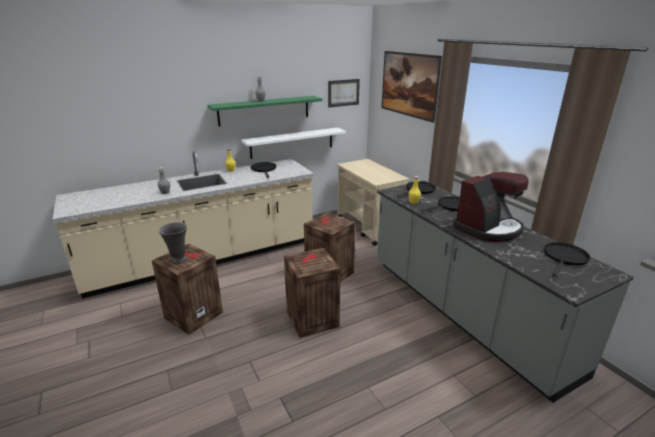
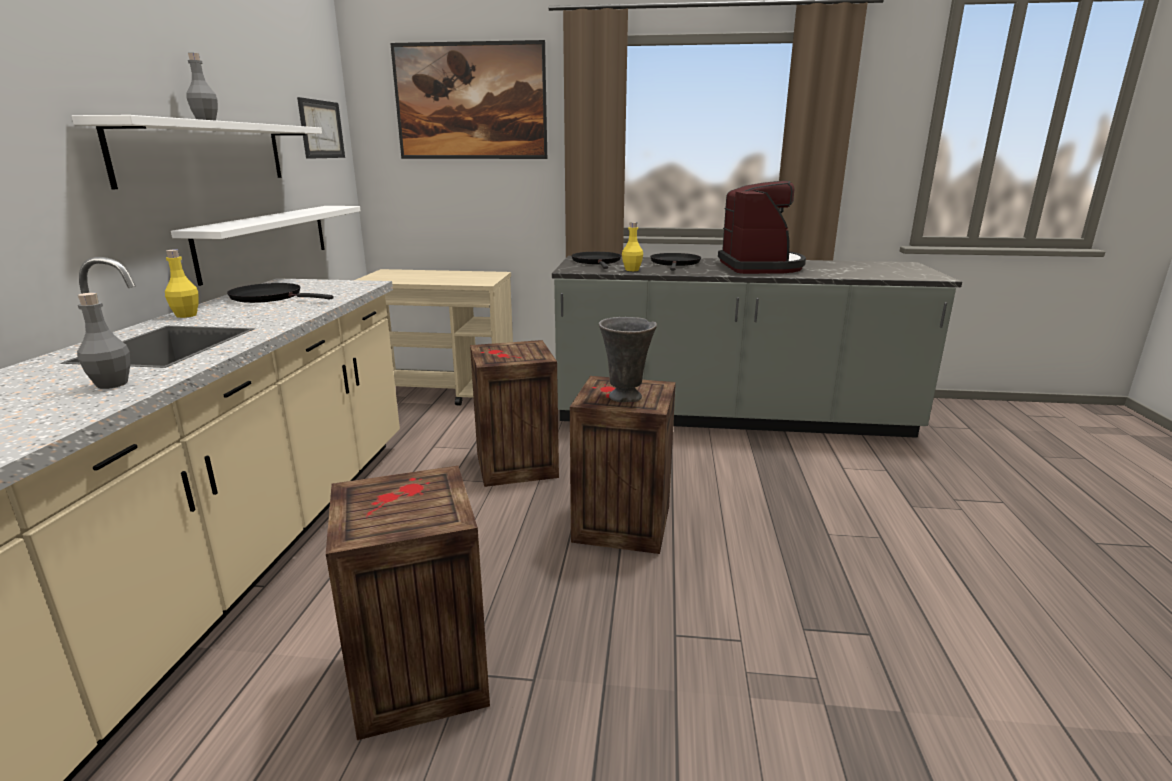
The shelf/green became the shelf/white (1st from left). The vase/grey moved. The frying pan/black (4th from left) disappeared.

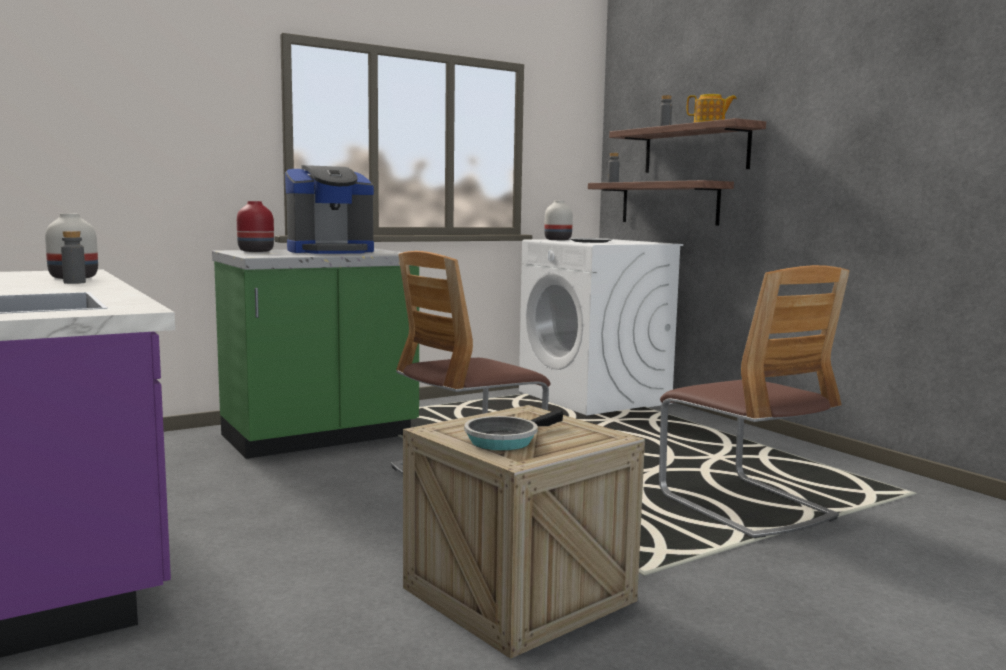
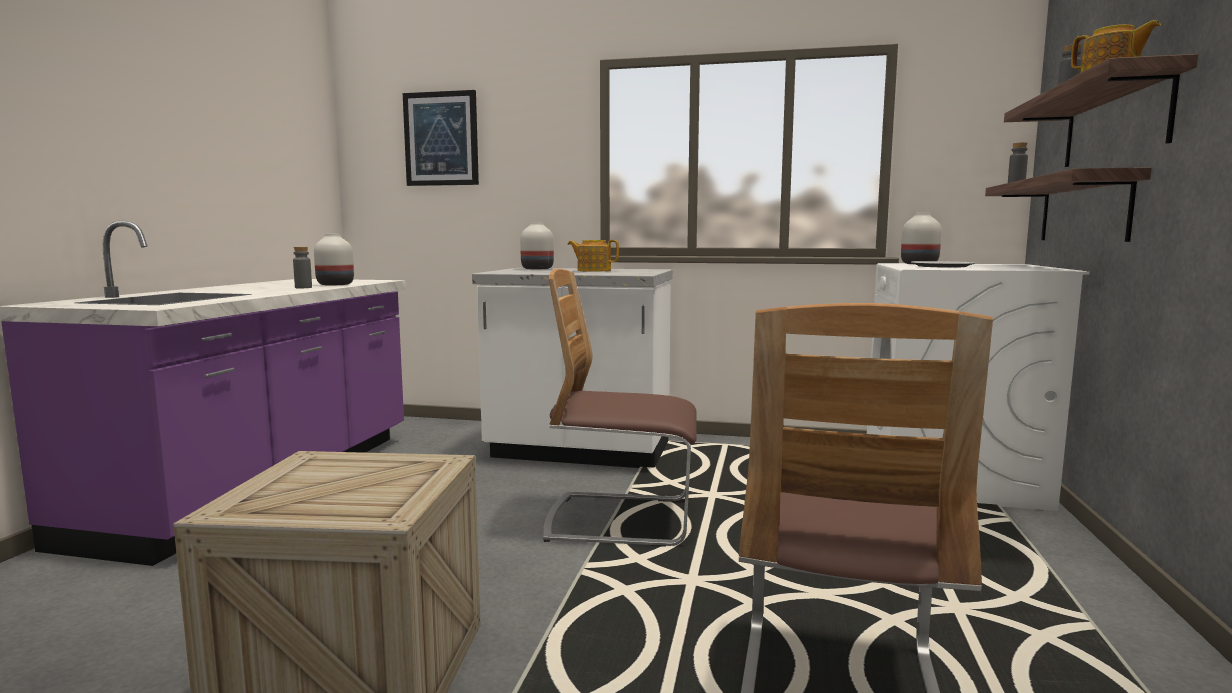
The picture appeared. The counter/green became the counter/white. The vase/red became the vase/white (2nd from left). The coffee machine was replaced by the teapot (1st from left). The frying pan disappeared.

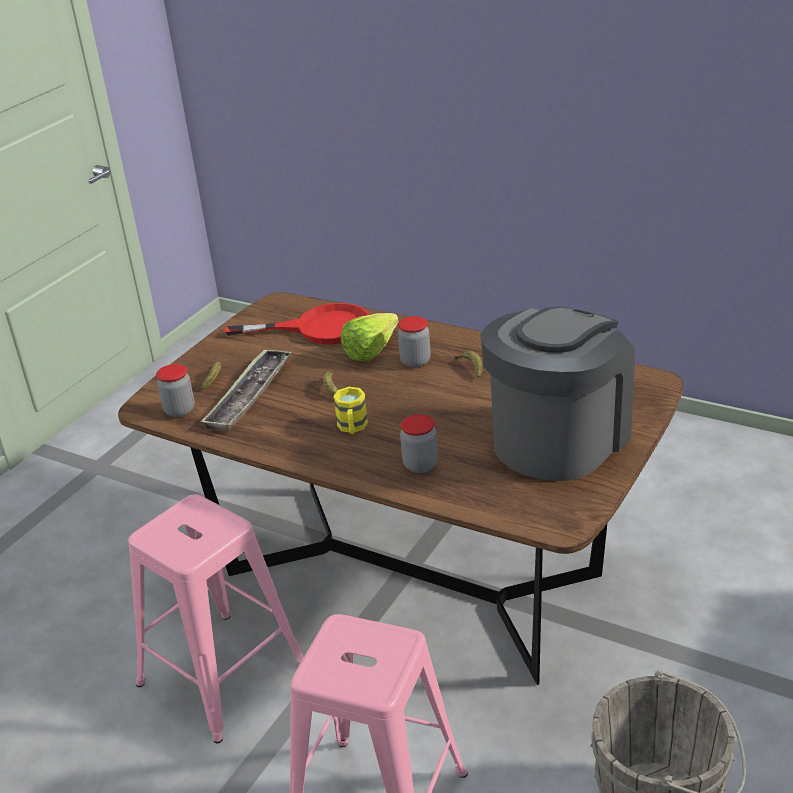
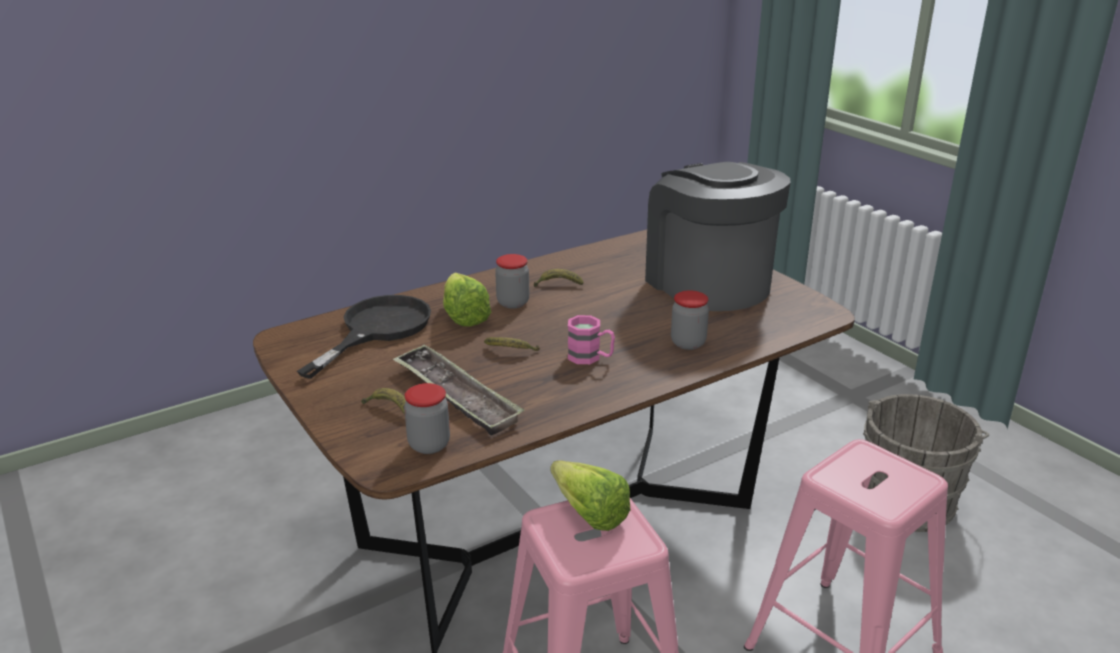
The frying pan/red became the frying pan/black. The lettuce (2nd from left) appeared. The mug/yellow became the mug/pink.

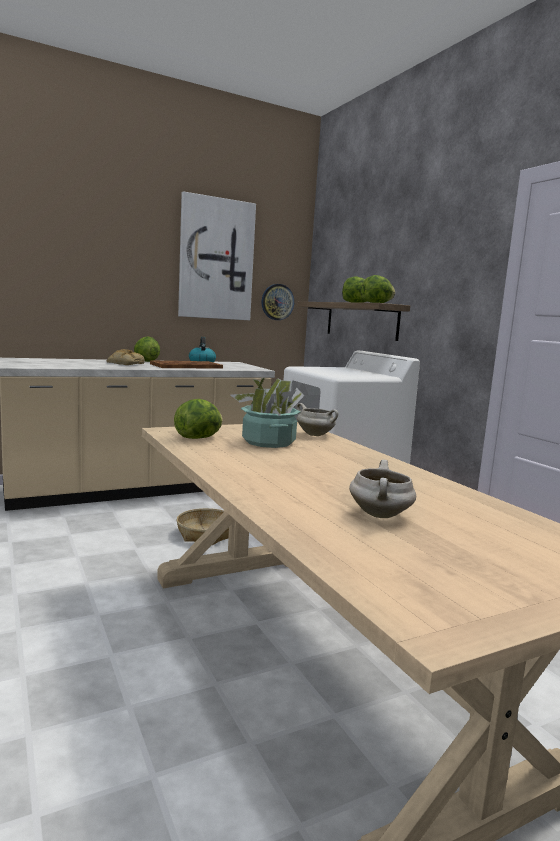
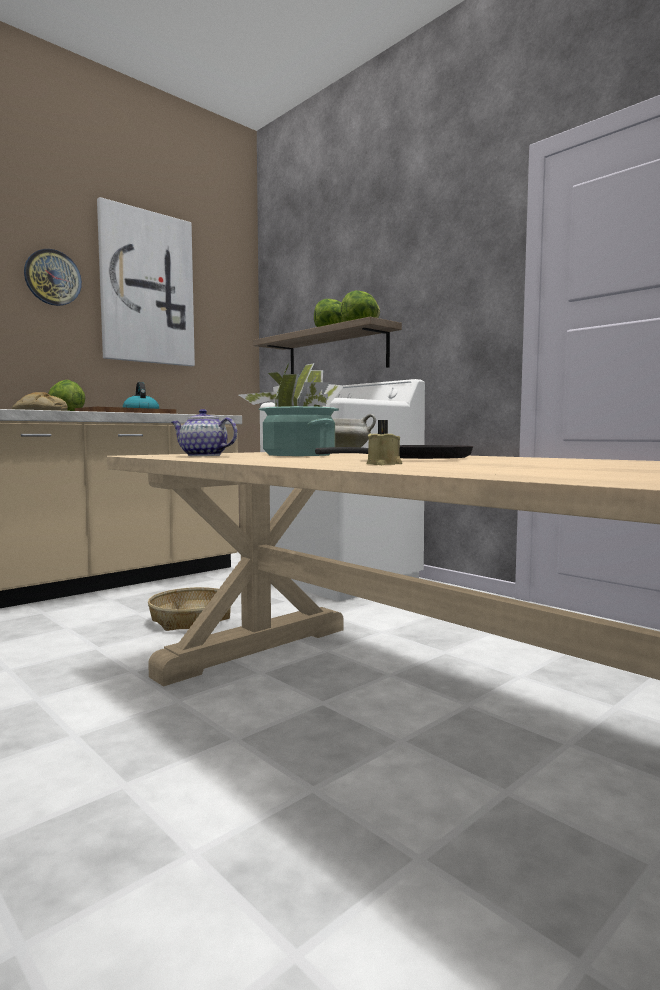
The wall clock moved. The lettuce (2nd from left) was replaced by the teapot. The frying pan/black appeared. The candle/beige appeared. The cooking pot/white (2nd from left) disappeared.

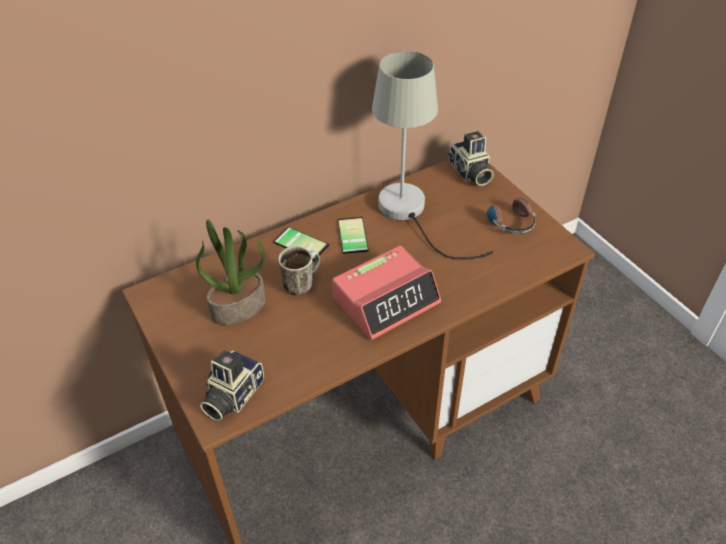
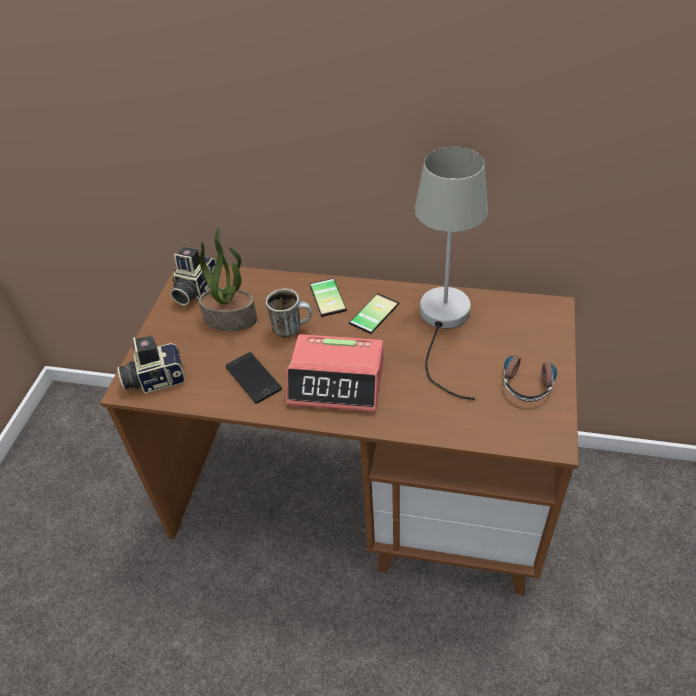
The photo camera (2nd from left) moved. The phone (1st from left) appeared.

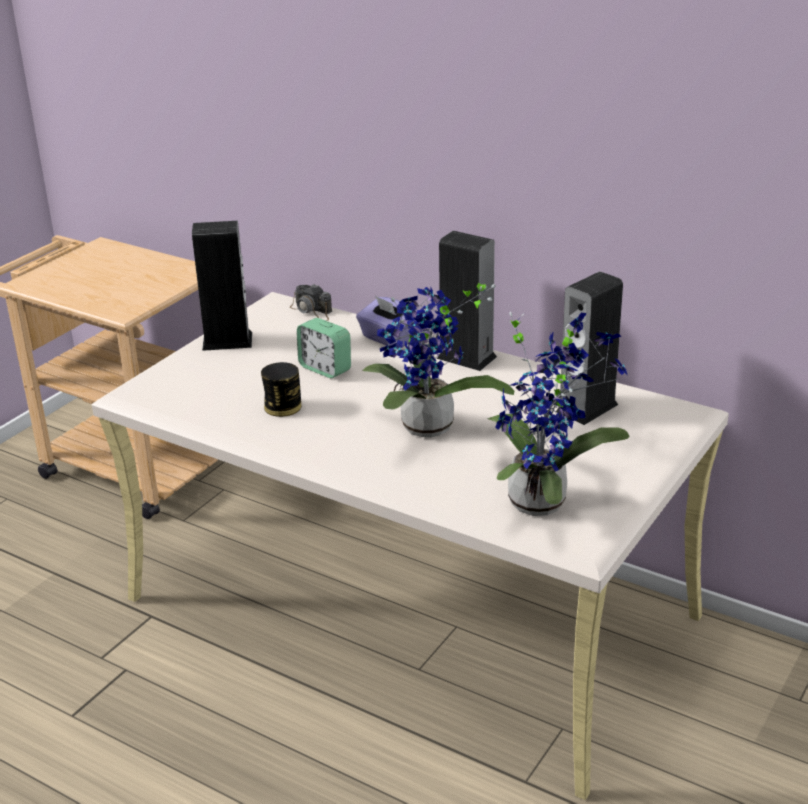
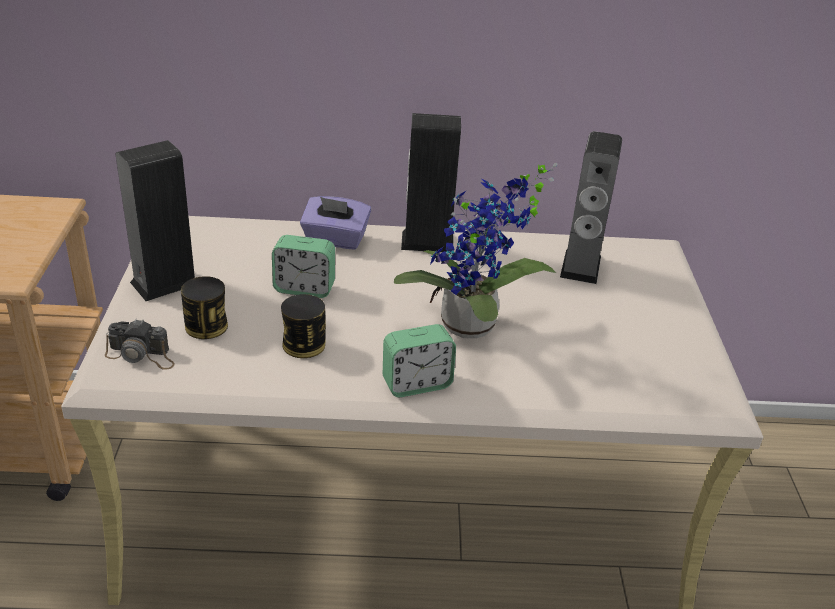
The photo camera moved. The can (1st from left) appeared. The alarm clock (2nd from left) appeared. The potted plant (2nd from left) disappeared.

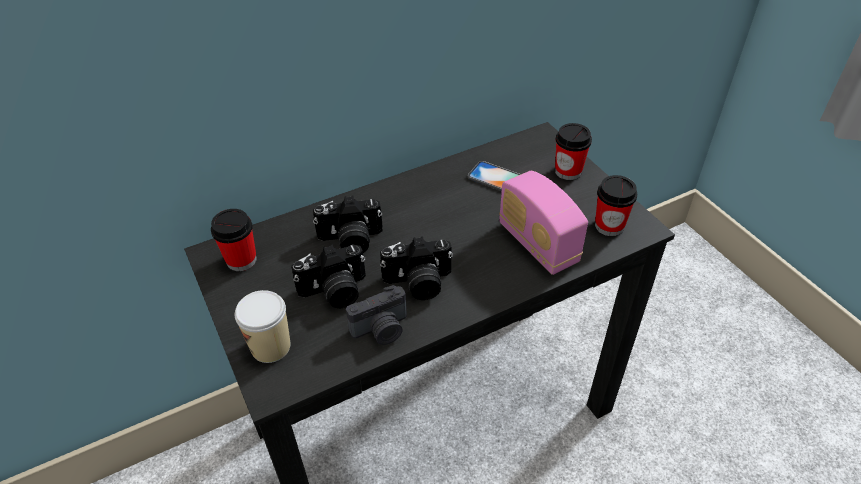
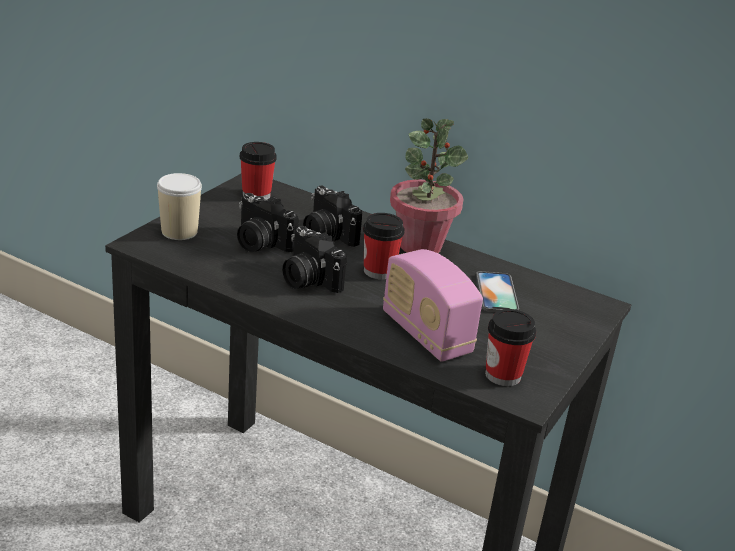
The cup (3rd from left) moved. The radio turned 60 degrees counterclockwise. The potted plant appeared. The photo camera (3rd from left) disappeared.

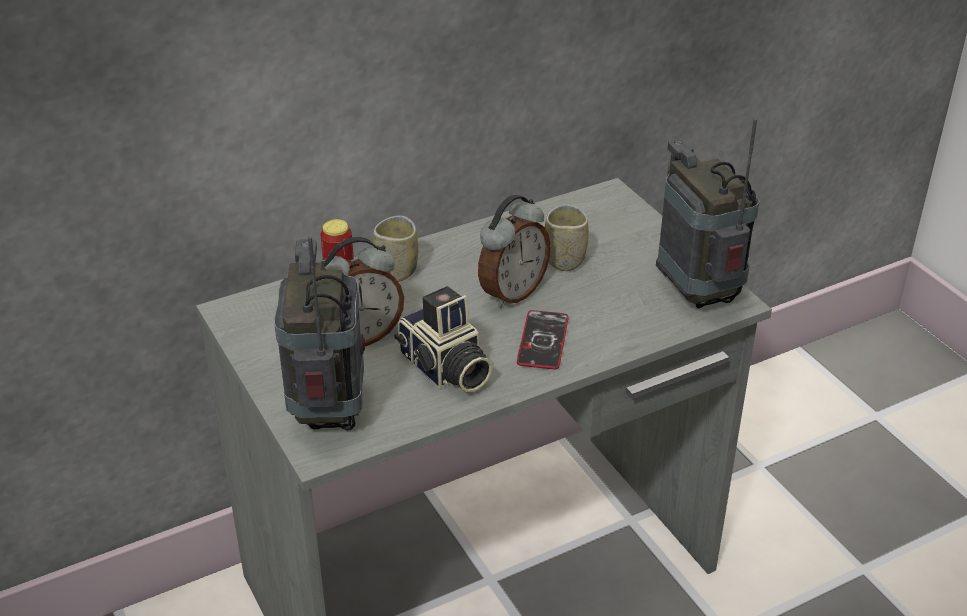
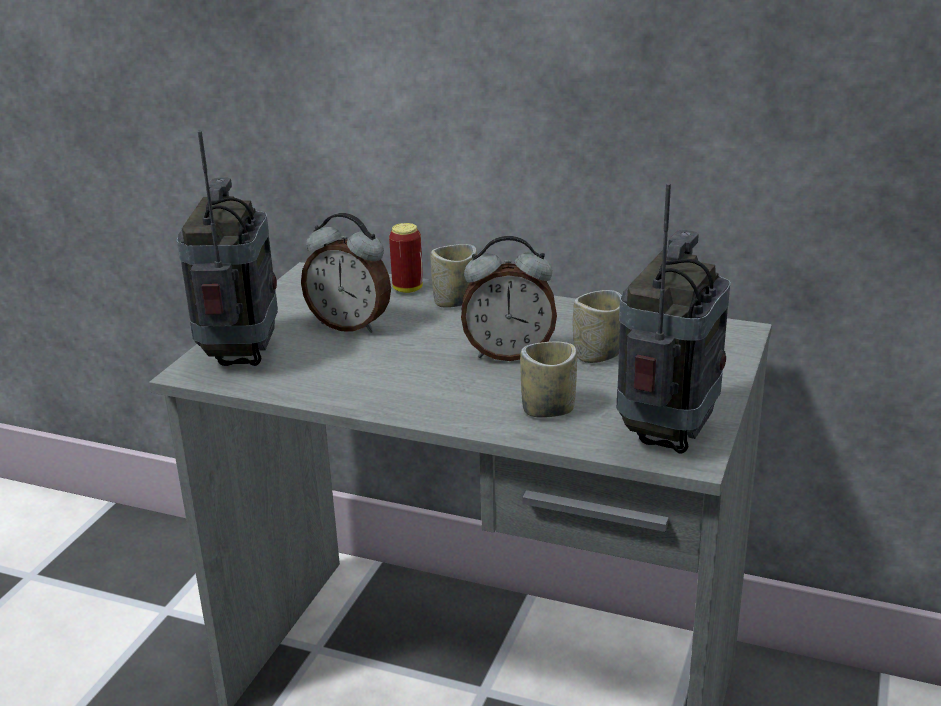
The radio (1st from left) turned 45 degrees counterclockwise. The cup (2nd from left) appeared. The photo camera disappeared. The phone disappeared.

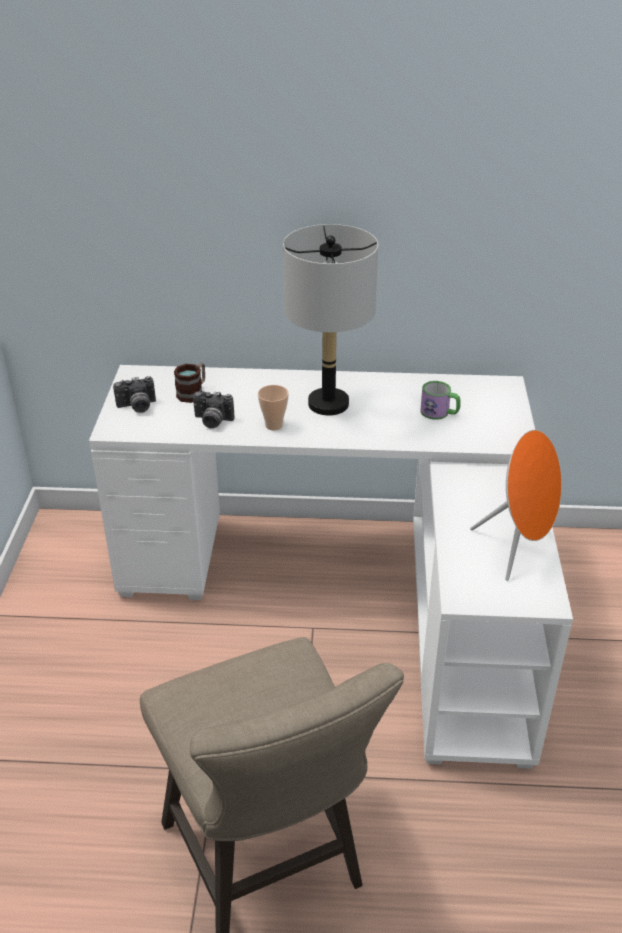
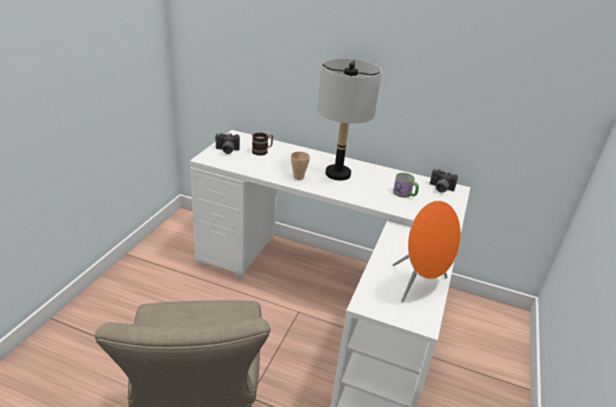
The photo camera (2nd from left) moved.

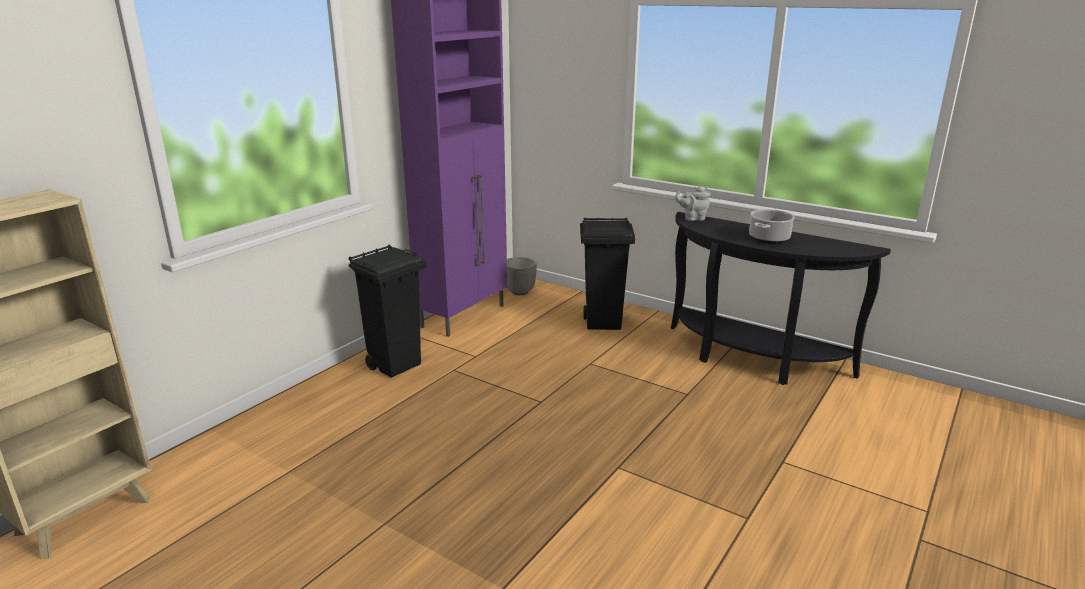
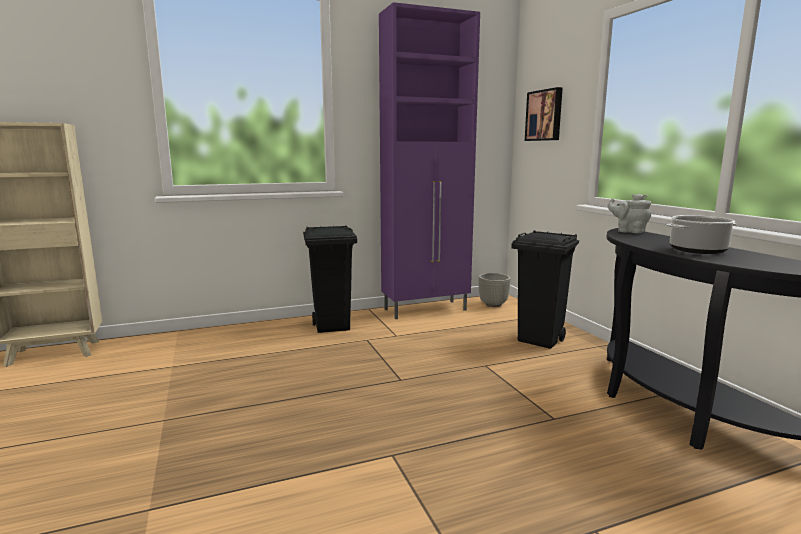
The picture appeared.

